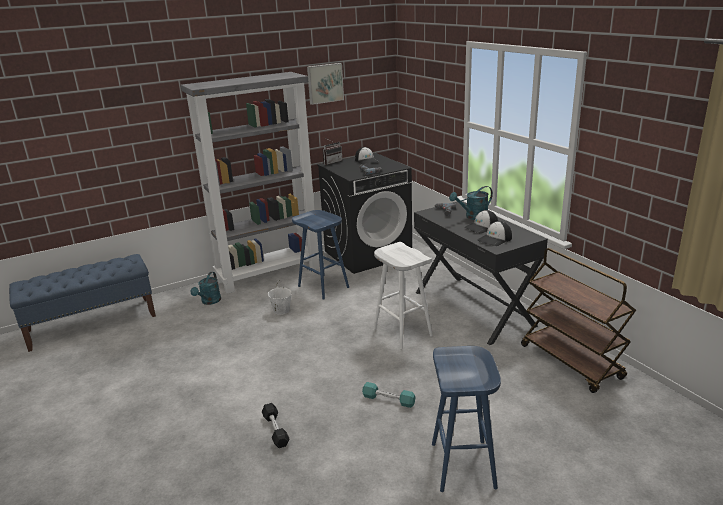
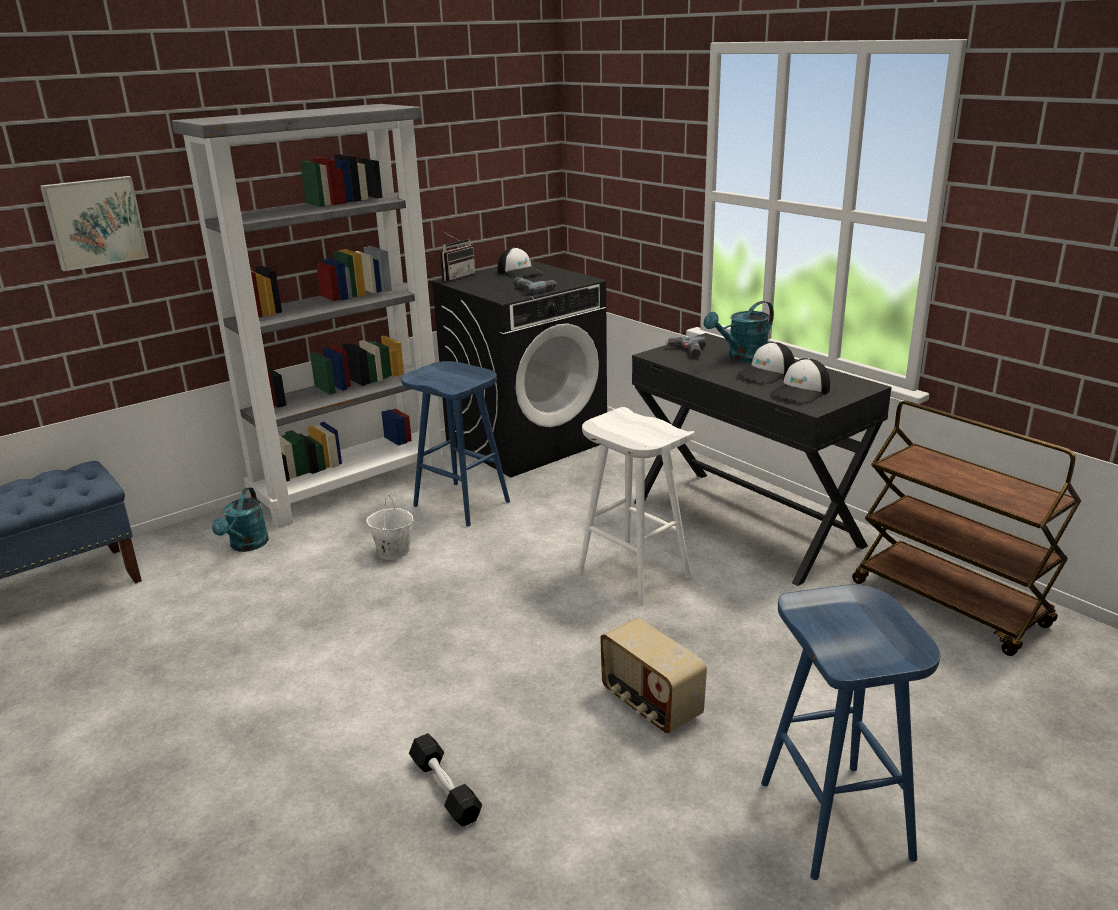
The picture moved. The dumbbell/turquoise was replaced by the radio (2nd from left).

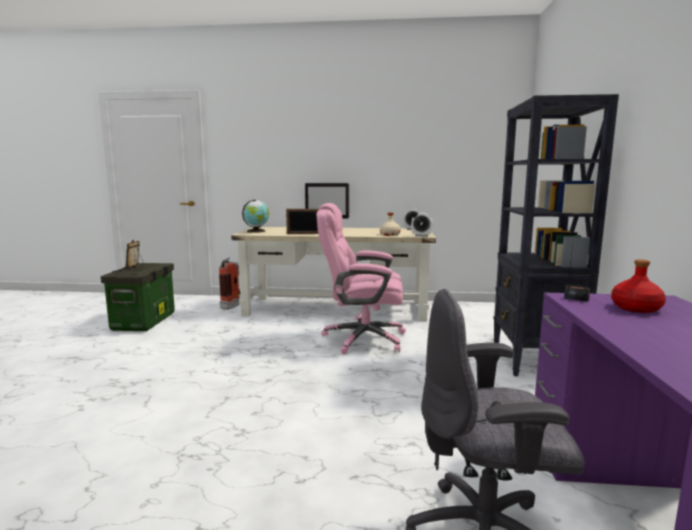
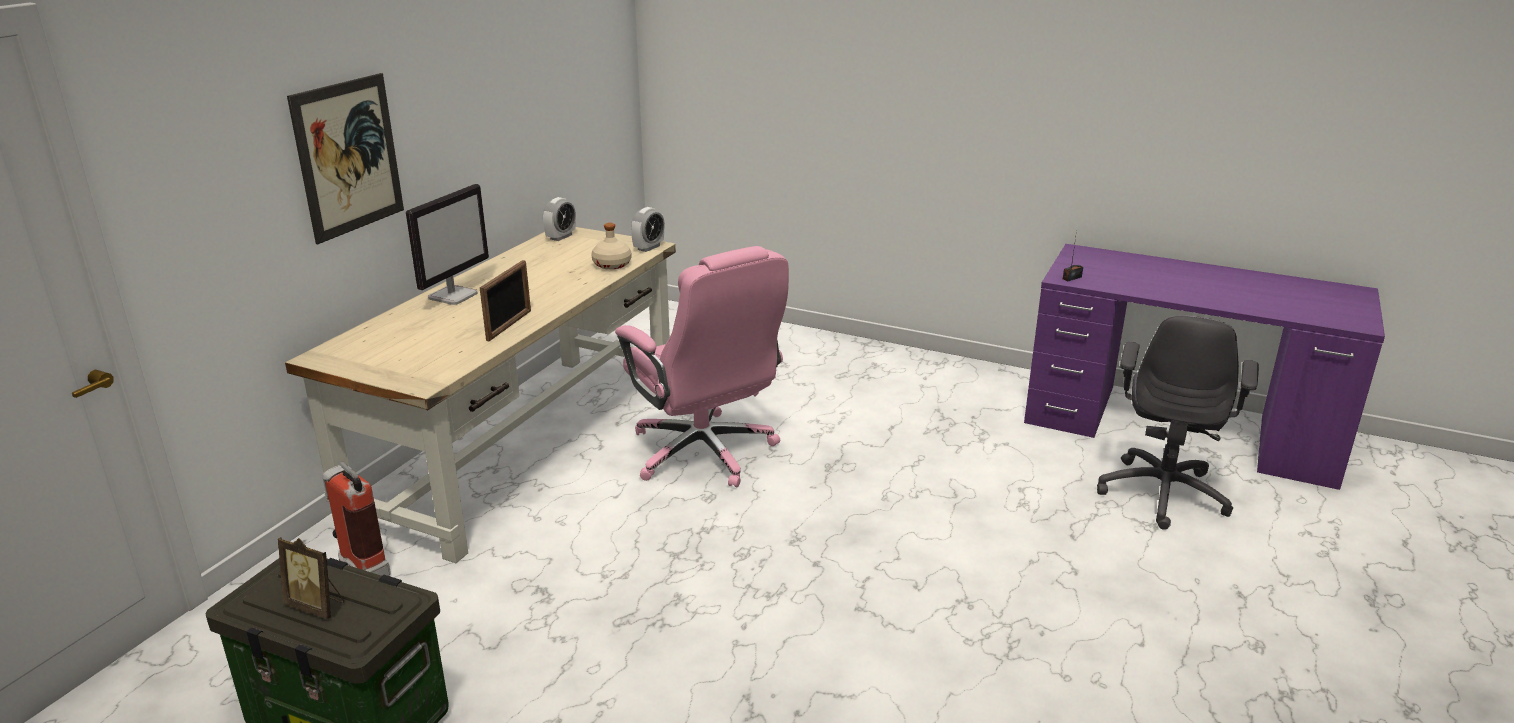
The picture appeared. The office chair/pink turned 60 degrees counterclockwise. The globe disappeared. The bookcase/black disappeared. The bottle/red disappeared.

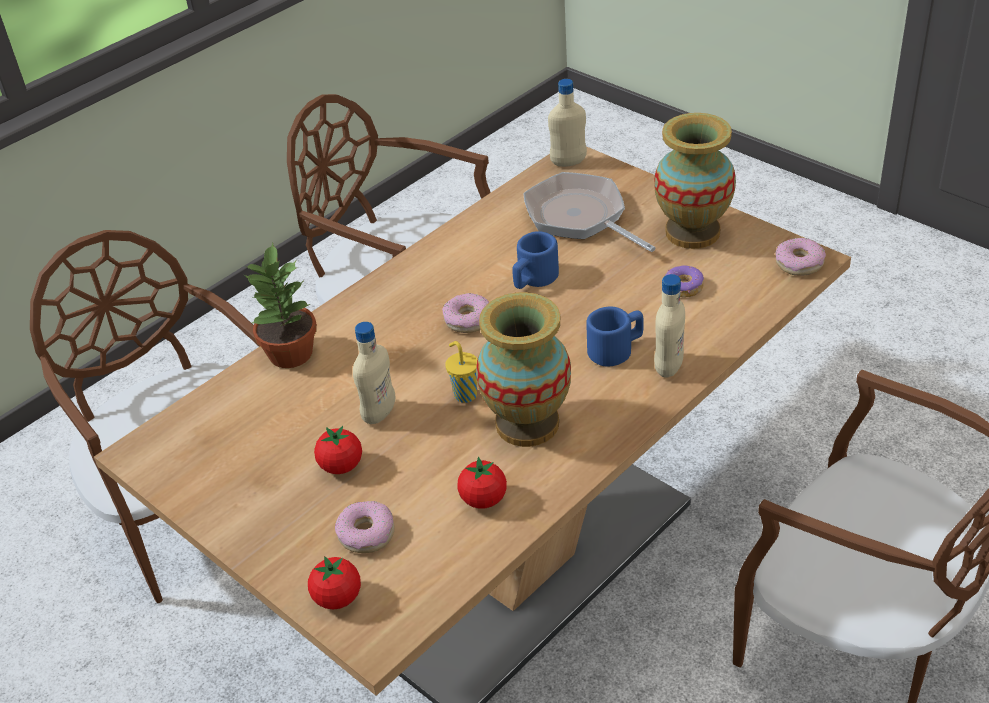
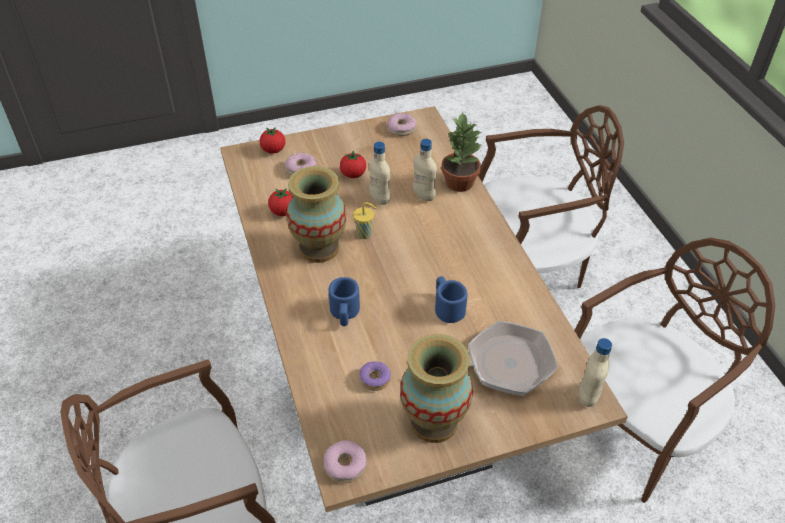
The donut (2nd from left in the first image) moved. The bottle/beige (3rd from left in the first image) moved.

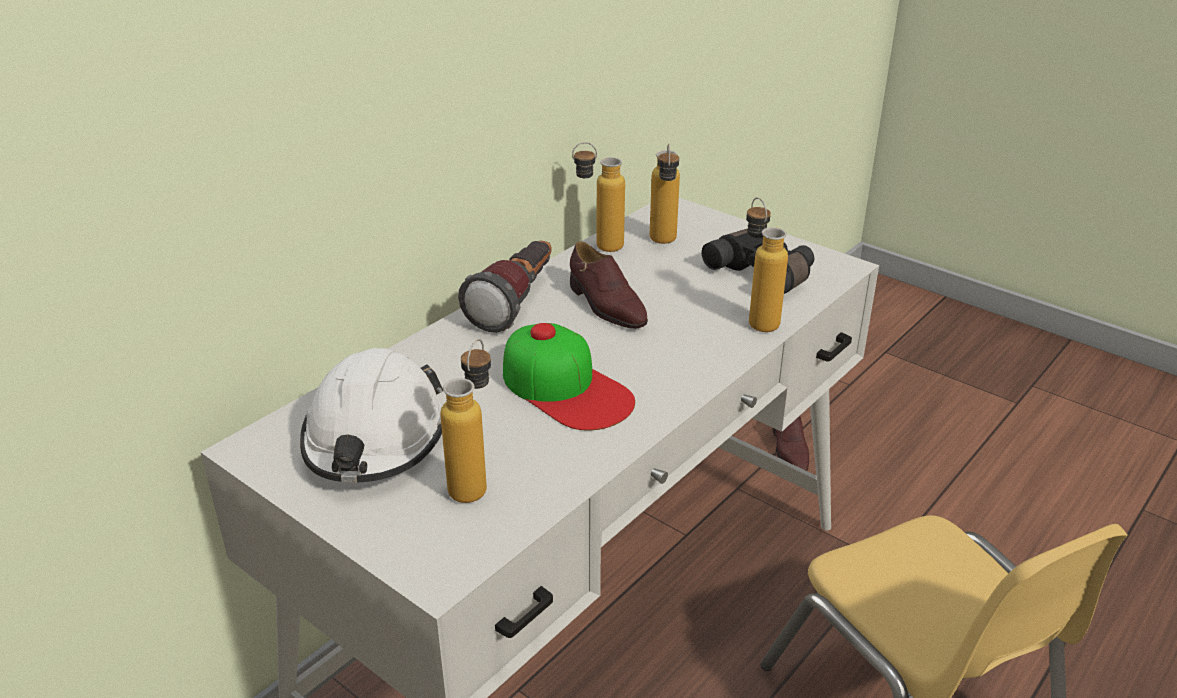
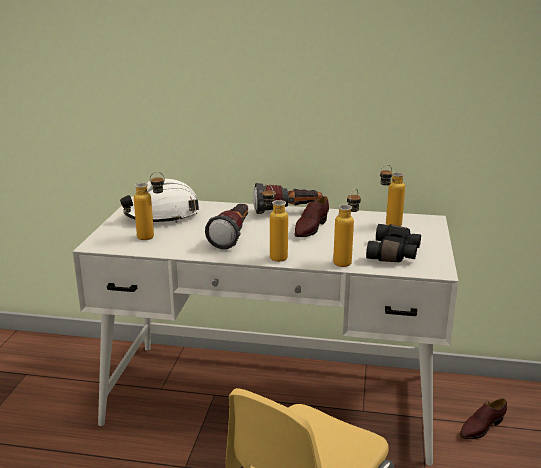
The cap was replaced by the flashlight (1st from left). The bottle (2nd from left) moved.

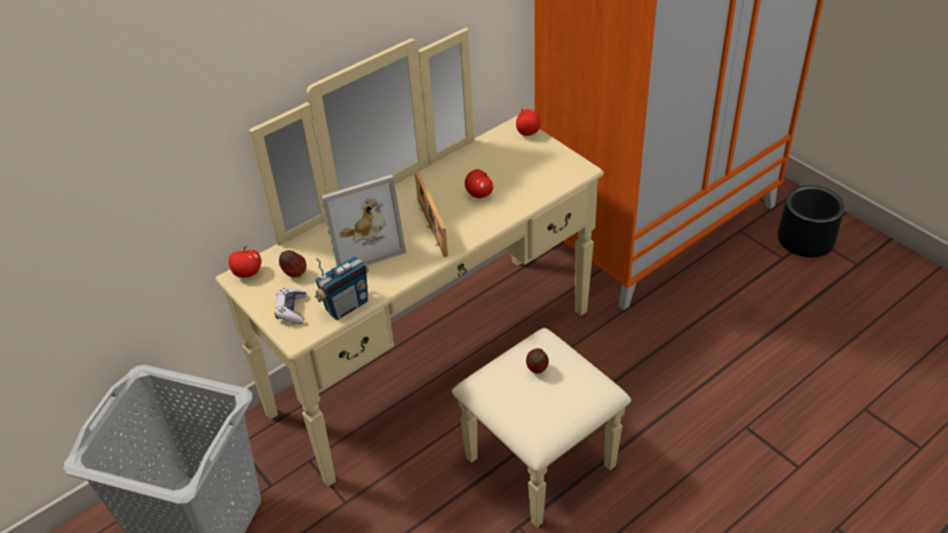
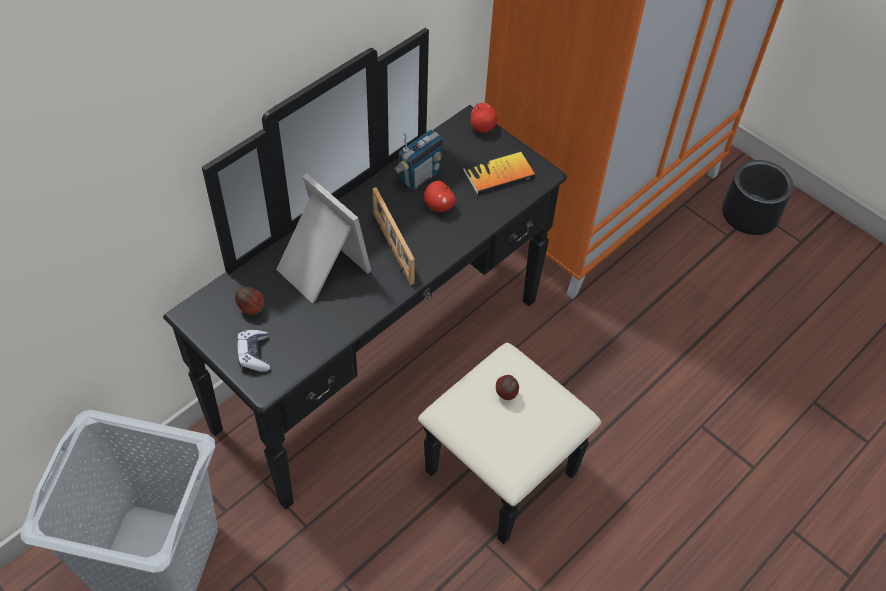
The dresser/beige became the dresser/black. The picture frame (1st from left) turned 105 degrees counterclockwise. The radio moved. The book appeared. The apple (1st from left) disappeared.

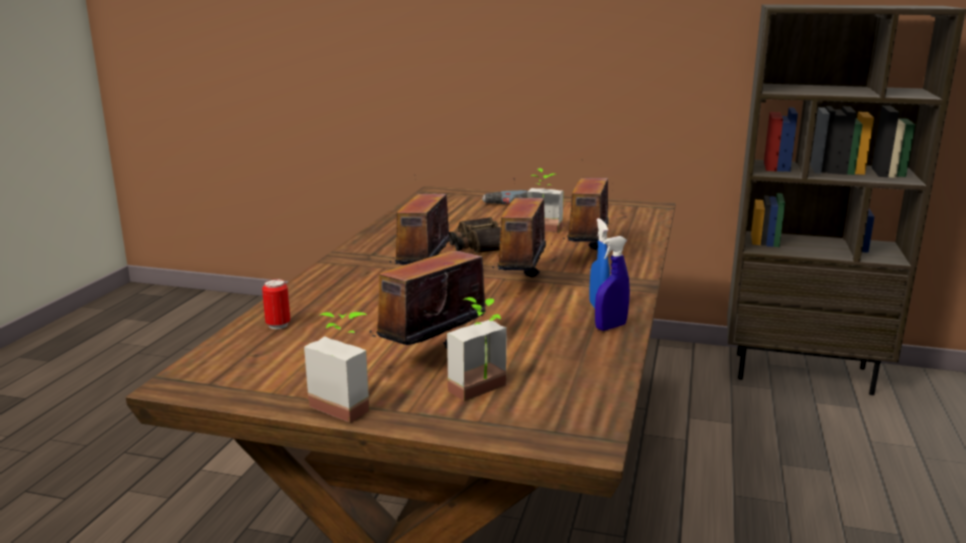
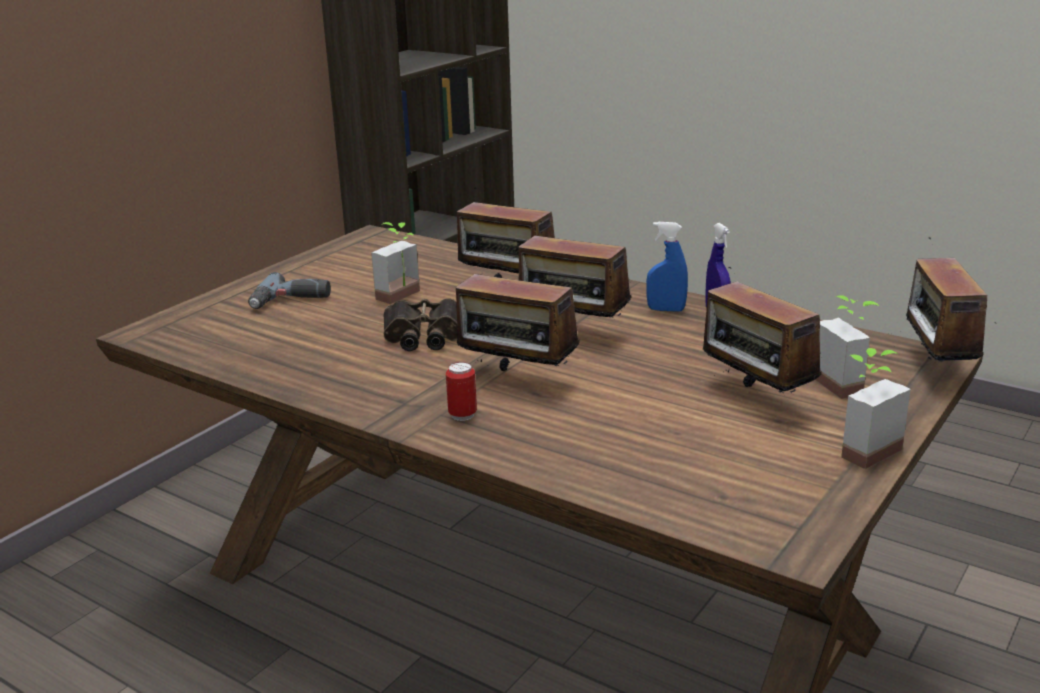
The can moved. The radio (5th from left) appeared.

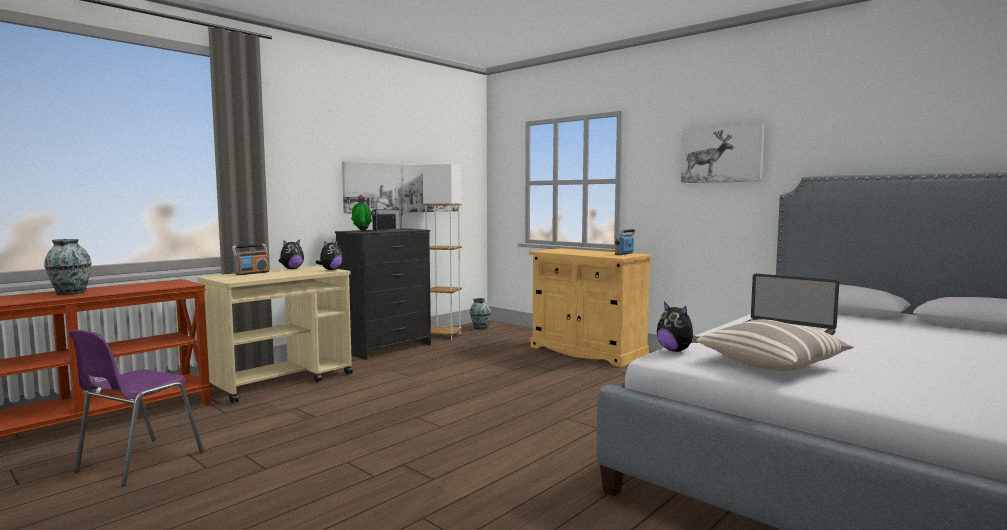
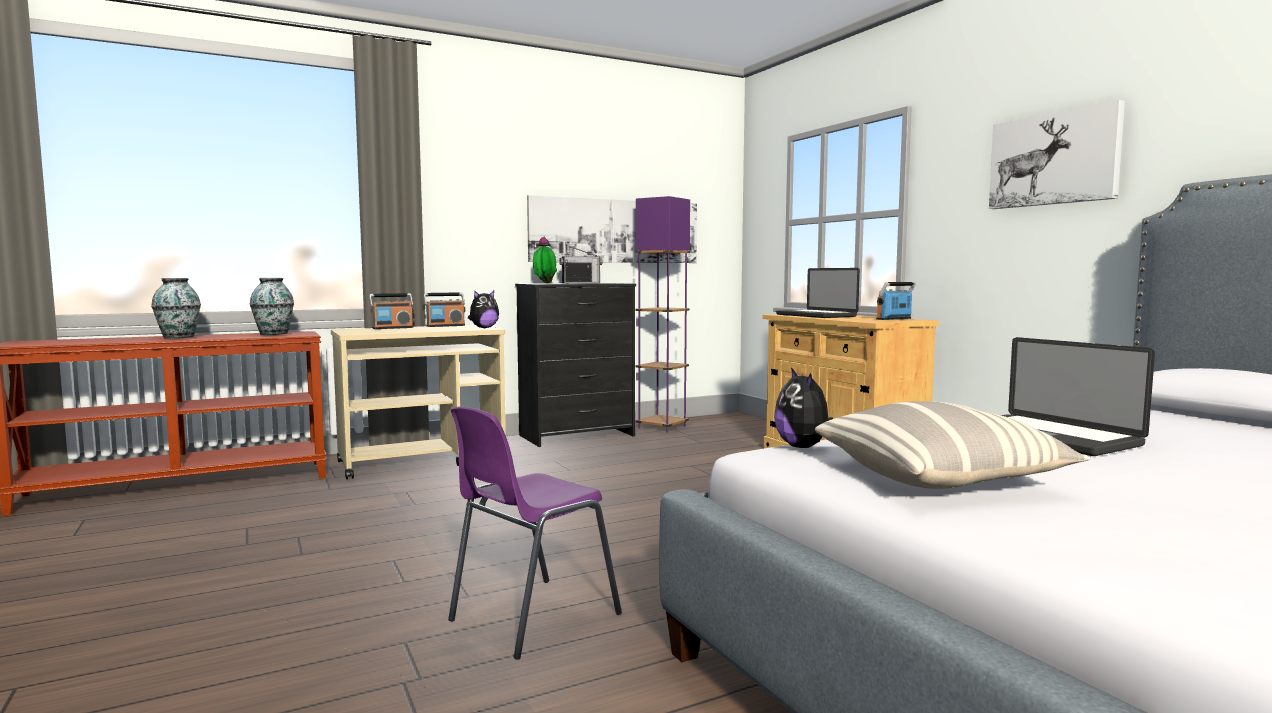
The vase (2nd from left) moved. The plush toy (1st from left) was replaced by the radio (2nd from left). The chair/purple moved. The floor lamp/white became the floor lamp/purple. The laptop (1st from left) appeared.

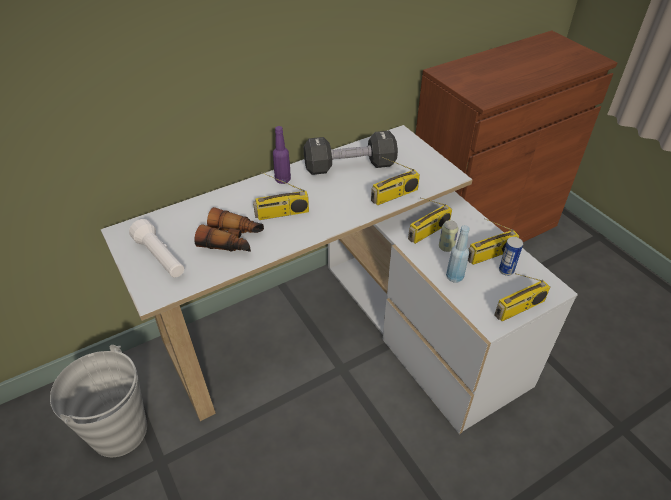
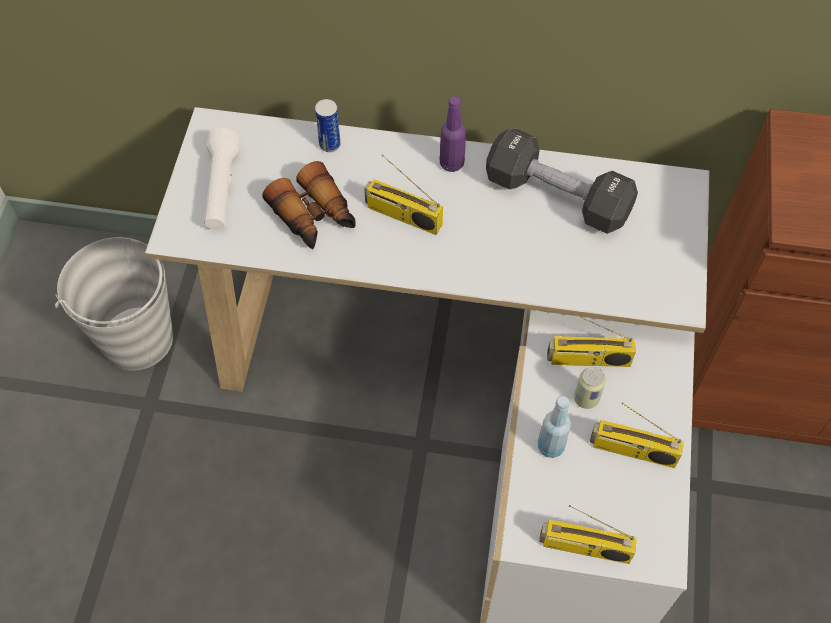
The can (2nd from left in the first image) moved. The radio (2nd from left) disappeared.

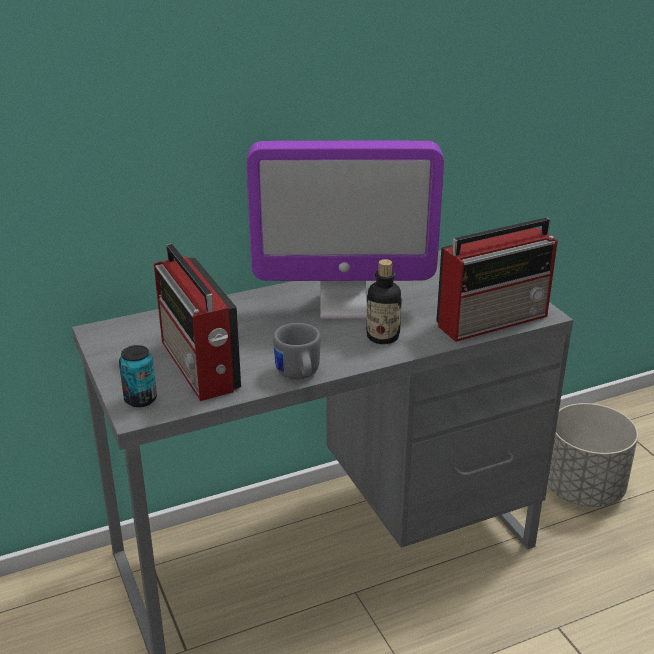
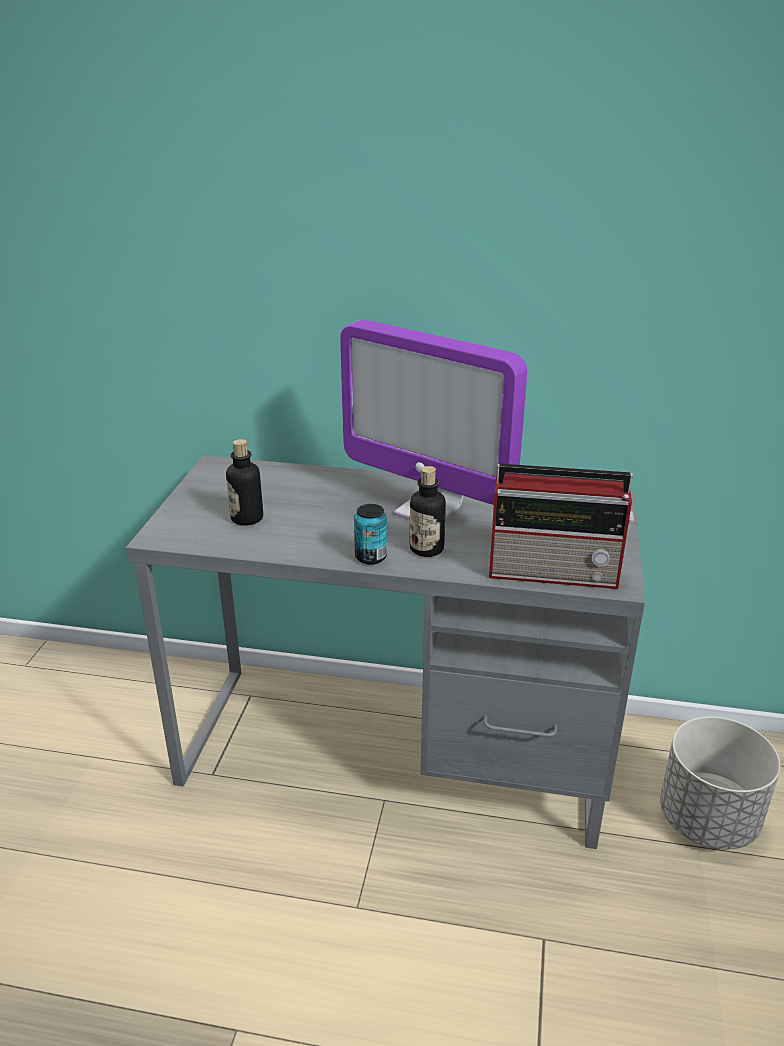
The radio (1st from left) was replaced by the bottle (1st from left). The can moved. The mug/grey disappeared.

